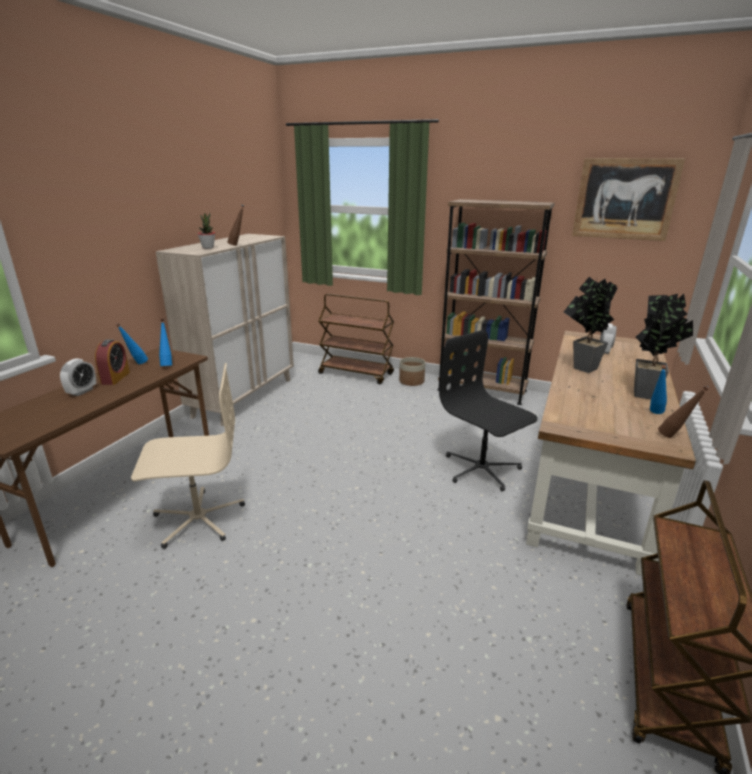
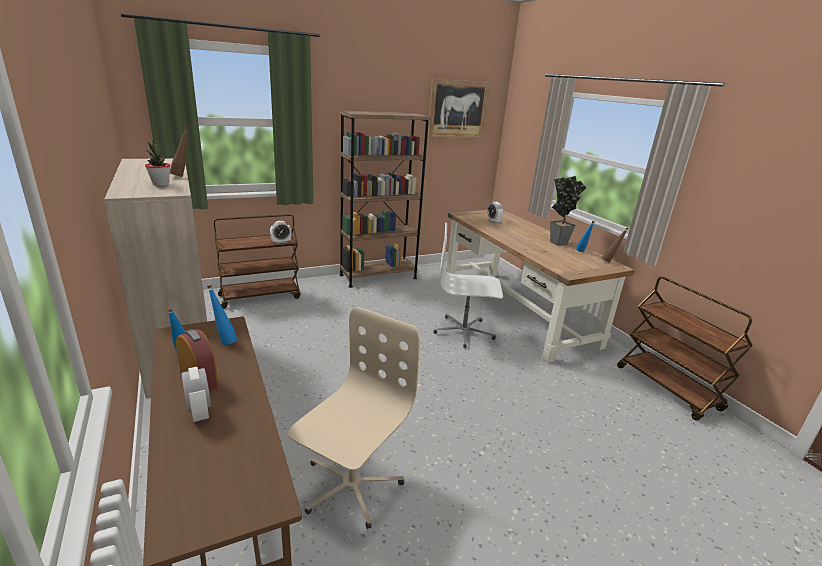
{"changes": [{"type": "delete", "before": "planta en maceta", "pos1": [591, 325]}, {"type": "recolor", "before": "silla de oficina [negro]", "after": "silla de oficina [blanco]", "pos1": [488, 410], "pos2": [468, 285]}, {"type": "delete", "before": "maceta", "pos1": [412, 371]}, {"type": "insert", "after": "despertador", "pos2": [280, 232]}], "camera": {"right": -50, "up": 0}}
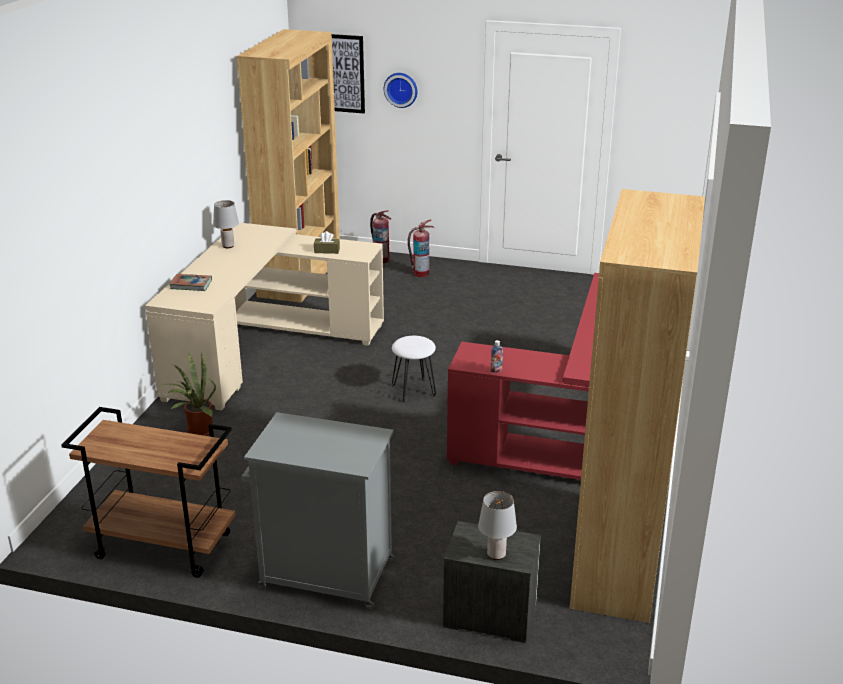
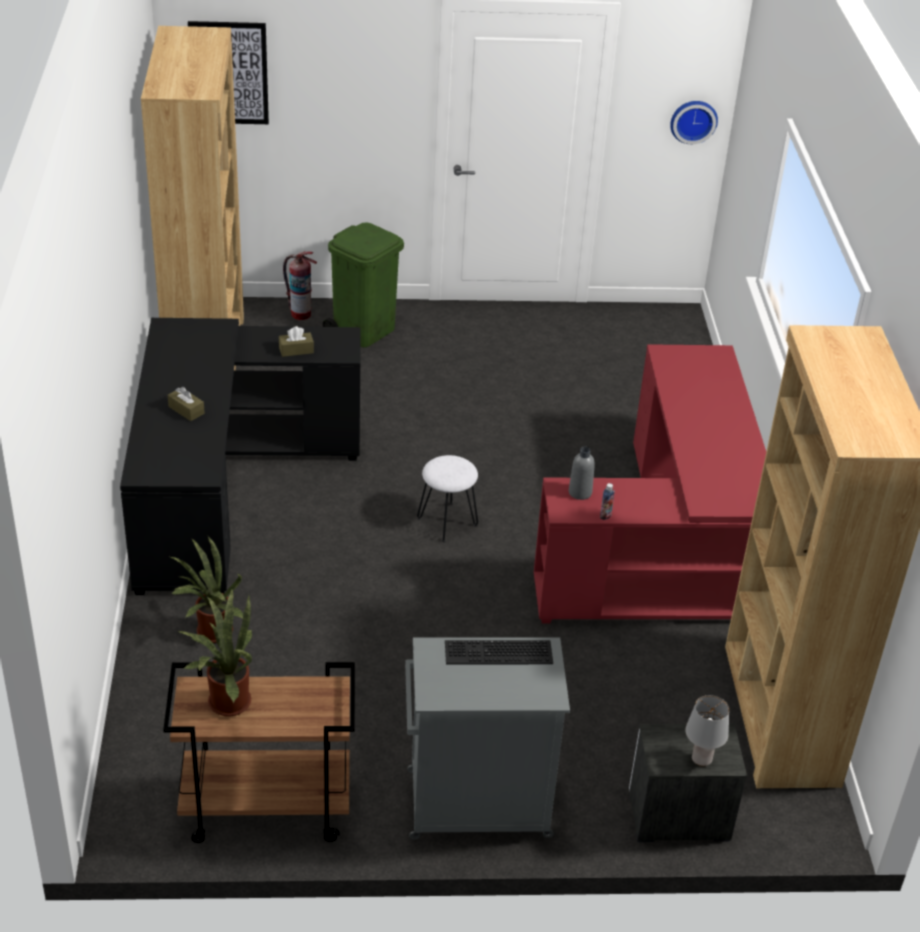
{"changes": [{"type": "move", "before": "reloj de pared", "pos1": [401, 90], "pos2": [694, 122]}, {"type": "delete", "before": "lámpara de mesa [gris]", "pos1": [226, 224]}, {"type": "replace", "before": "extintor", "after": "papelera [verde]", "pos1": [421, 248], "pos2": [363, 285]}, {"type": "recolor", "before": "escritorio [beis]", "after": "escritorio [negro]", "pos1": [264, 317], "pos2": [240, 456]}, {"type": "delete", "before": "libro", "pos1": [190, 282]}, {"type": "insert", "after": "caja de pañuelos [marrón]", "pos2": [186, 404]}, {"type": "insert", "after": "botella [gris]", "pos2": [582, 473]}, {"type": "insert", "after": "planta en maceta", "pos2": [214, 652]}, {"type": "insert", "after": "teclado", "pos2": [499, 652]}], "camera": {"right": -20, "up": 10}}
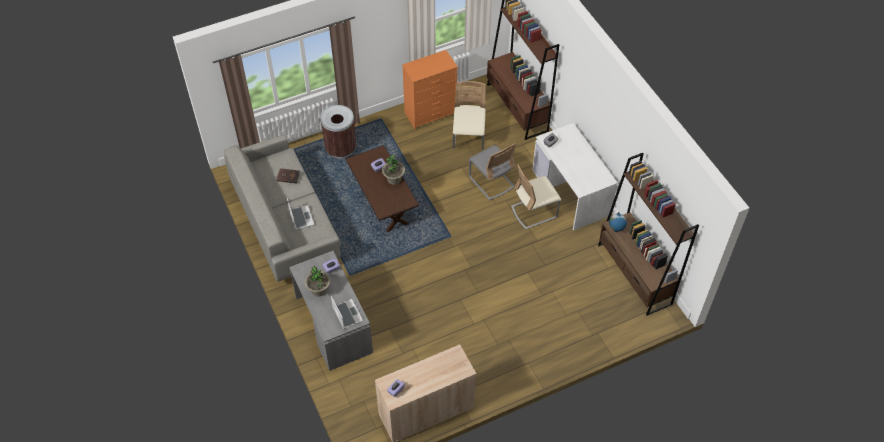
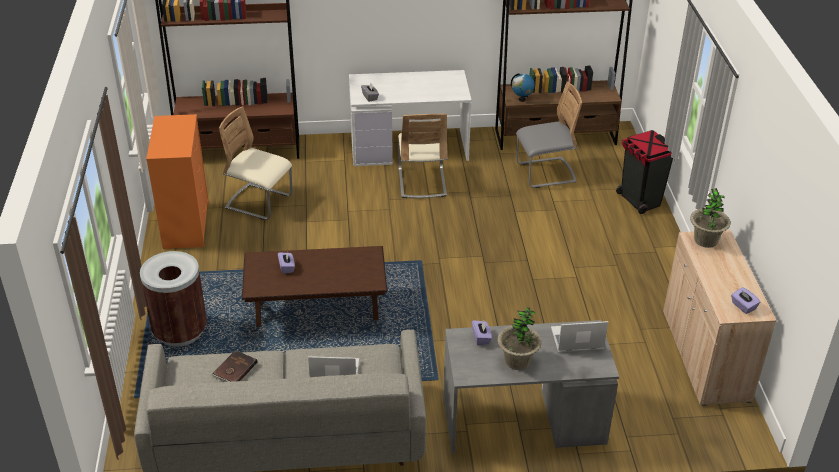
{"changes": [{"type": "move", "before": "silla [gris]", "pos1": [492, 171], "pos2": [549, 135]}, {"type": "move", "before": "planta en maceta", "pos1": [393, 169], "pos2": [710, 218]}, {"type": "insert", "after": "papelera [negro]", "pos2": [644, 172]}], "camera": {"right": -70, "up": -15}}
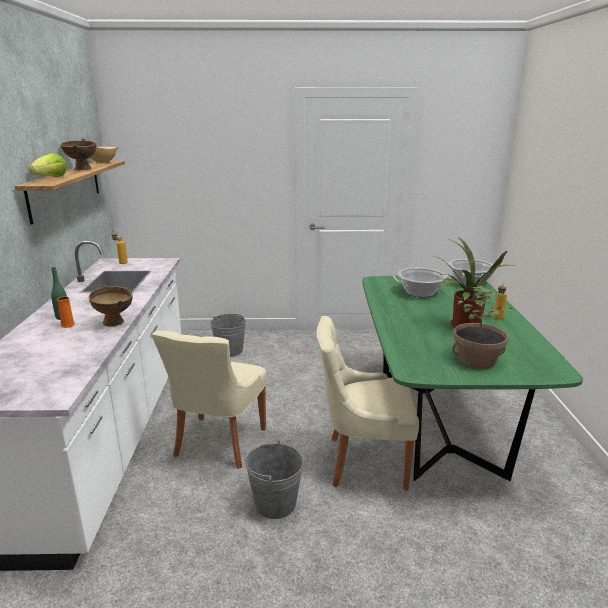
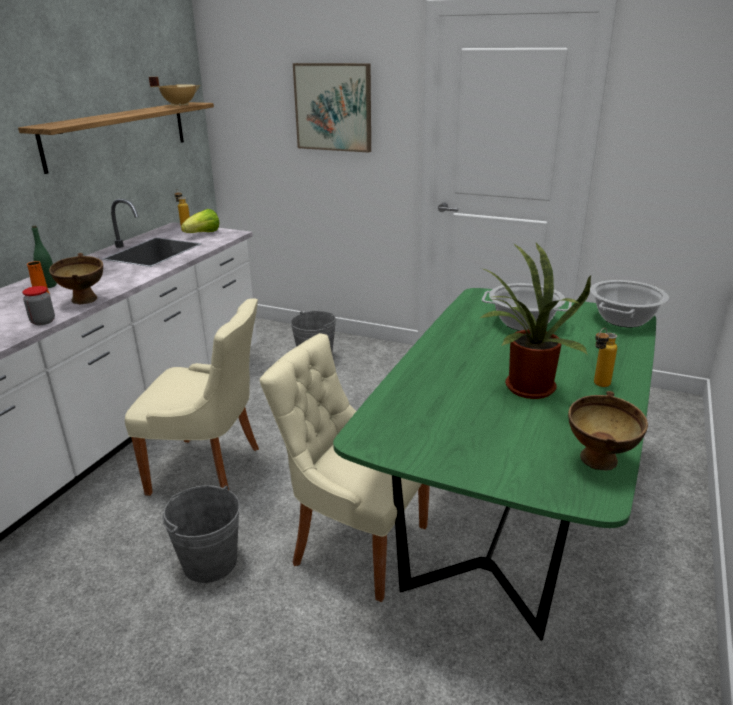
{"changes": [{"type": "move", "before": "cuenco [marrón]", "pos1": [78, 154], "pos2": [608, 431]}, {"type": "move", "before": "lechuga", "pos1": [48, 165], "pos2": [200, 221]}, {"type": "delete", "before": "planta en maceta", "pos1": [482, 327]}, {"type": "rotate", "before": "silla [beis]", "pos1": [209, 400], "pos2": [192, 397], "turn": -120}, {"type": "insert", "after": "cuadro", "pos2": [332, 108]}, {"type": "insert", "after": "tarro", "pos2": [38, 305]}], "camera": {"right": 25, "up": 5}}
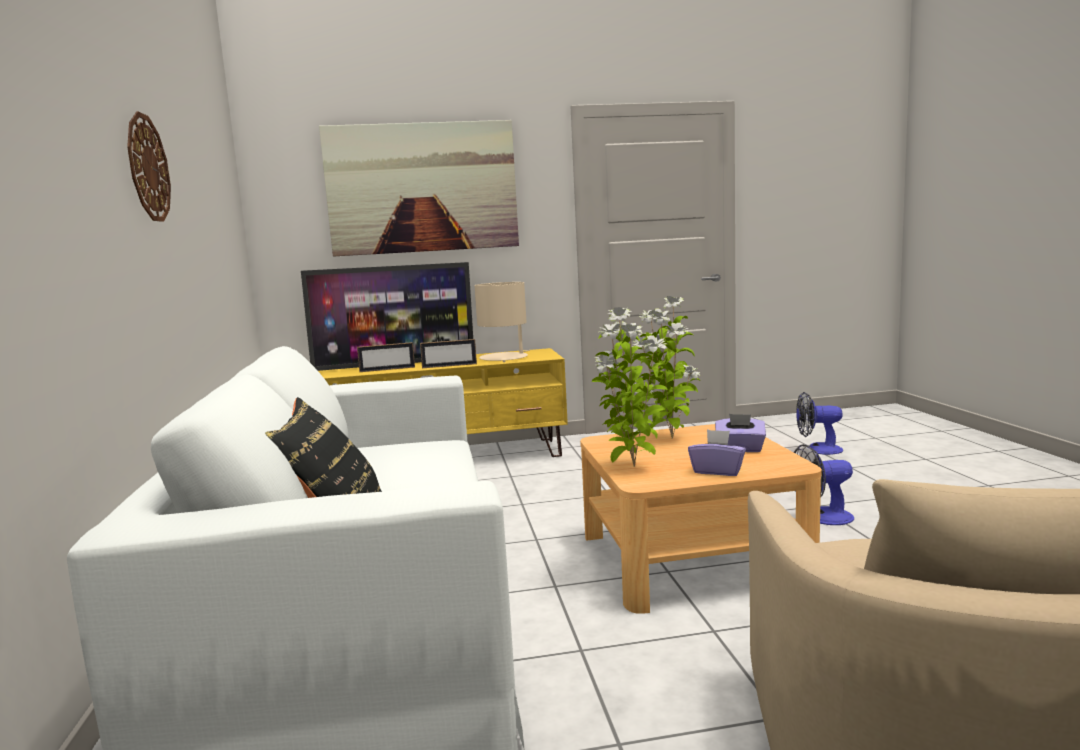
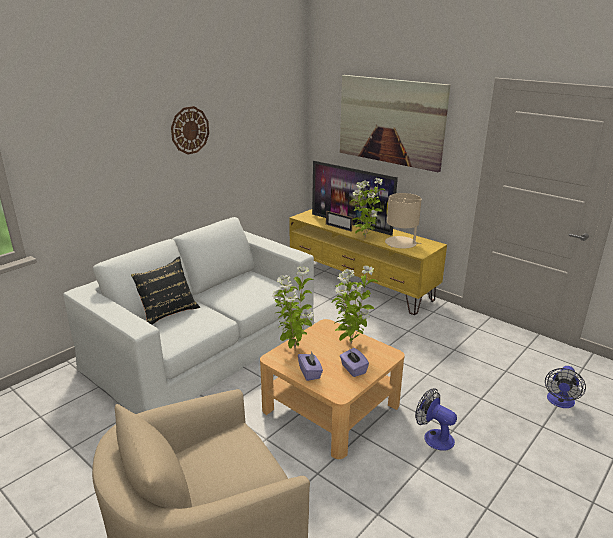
{"changes": [{"type": "replace", "before": "portarretratos", "after": "planta en maceta", "pos1": [448, 353], "pos2": [368, 208]}, {"type": "rotate", "before": "ventilador", "pos1": [819, 423], "pos2": [565, 387], "turn": -120}], "camera": {"right": 50, "up": 15}}
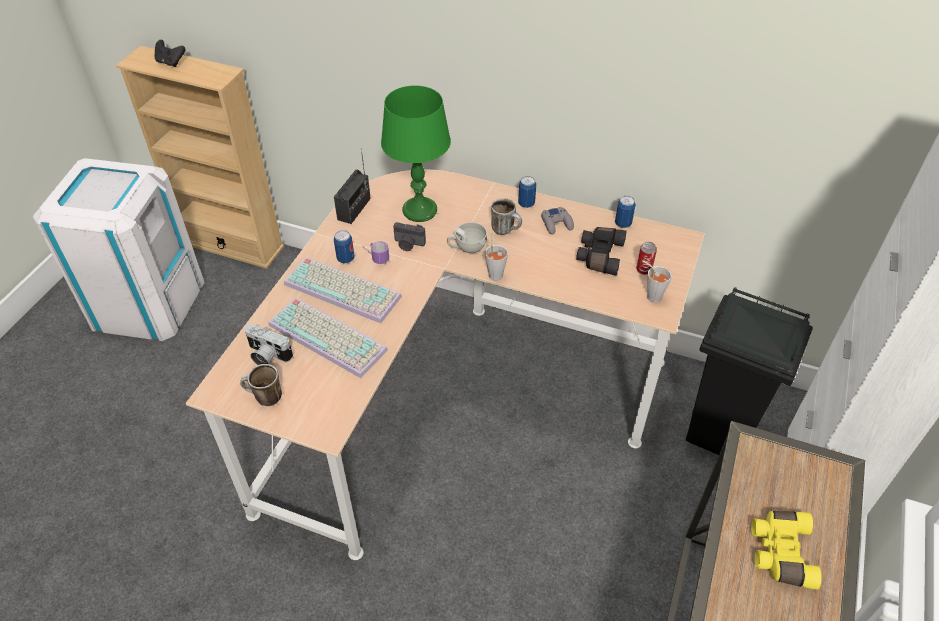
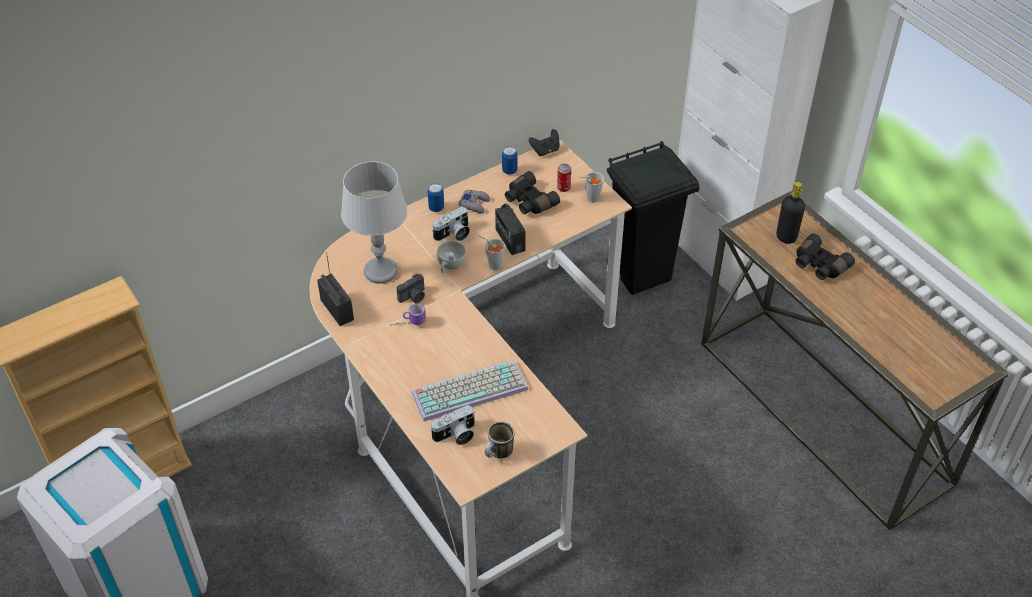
{"changes": [{"type": "move", "before": "mando de consola [negro]", "pos1": [170, 53], "pos2": [544, 142]}, {"type": "recolor", "before": "lámpara de mesa [verde]", "after": "lámpara de mesa [gris]", "pos1": [416, 153], "pos2": [374, 223]}, {"type": "replace", "before": "taza grande", "after": "cámara", "pos1": [506, 216], "pos2": [451, 223]}, {"type": "delete", "before": "lata", "pos1": [344, 246]}, {"type": "delete", "before": "teclado", "pos1": [343, 290]}, {"type": "recolor", "before": "prismáticos [amarillo]", "after": "prismáticos [negro]", "pos1": [786, 550], "pos2": [825, 256]}, {"type": "insert", "after": "botella [negro]", "pos2": [790, 213]}, {"type": "insert", "after": "radio", "pos2": [510, 229]}], "camera": {"right": -55, "up": 0}}
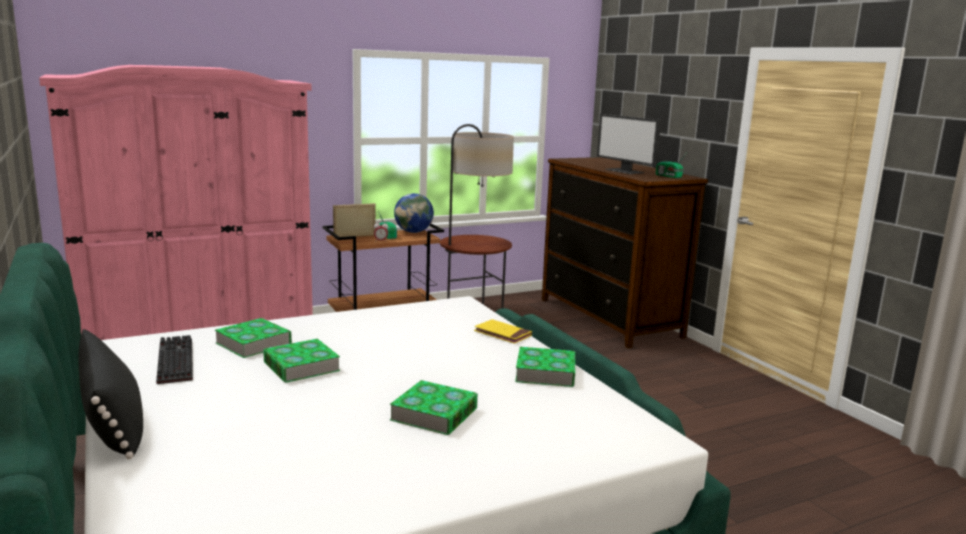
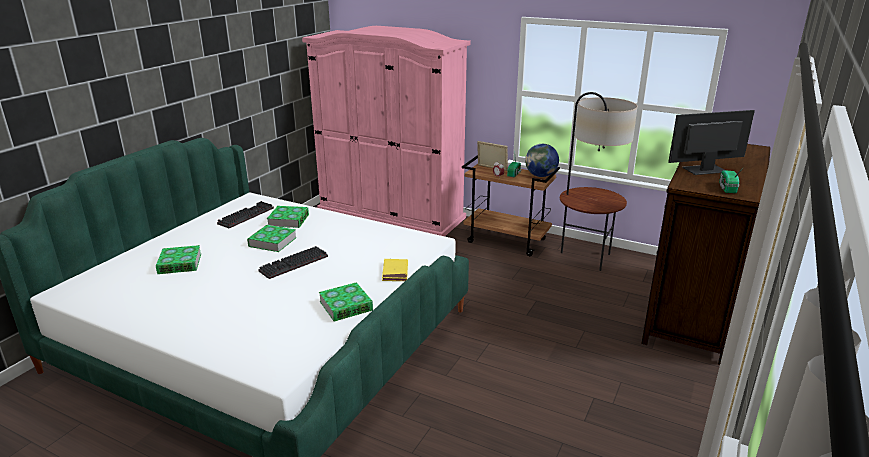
{"changes": [{"type": "rotate", "before": "monitor", "pos1": [629, 144], "pos2": [711, 142], "turn": 60}, {"type": "delete", "before": "cojín [negro]", "pos1": [111, 394]}, {"type": "move", "before": "libro", "pos1": [434, 407], "pos2": [178, 259]}, {"type": "insert", "after": "teclado", "pos2": [293, 262]}], "camera": {"right": 55, "up": 10}}
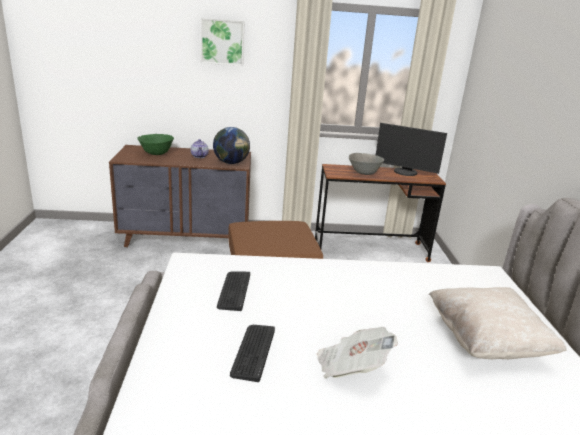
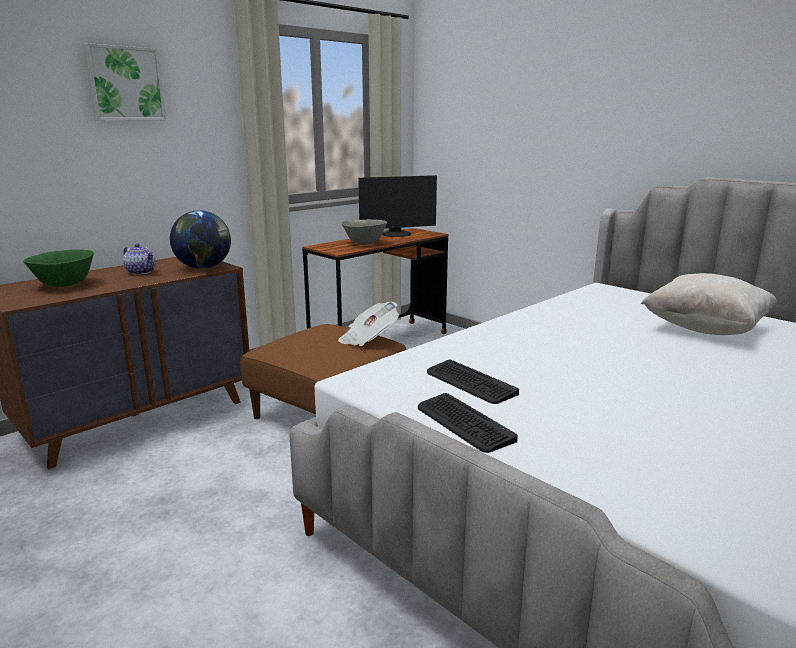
{"changes": [{"type": "move", "before": "teclado", "pos1": [252, 353], "pos2": [468, 423]}, {"type": "move", "before": "periódico", "pos1": [357, 352], "pos2": [368, 324]}], "camera": {"right": -40, "up": -5}}
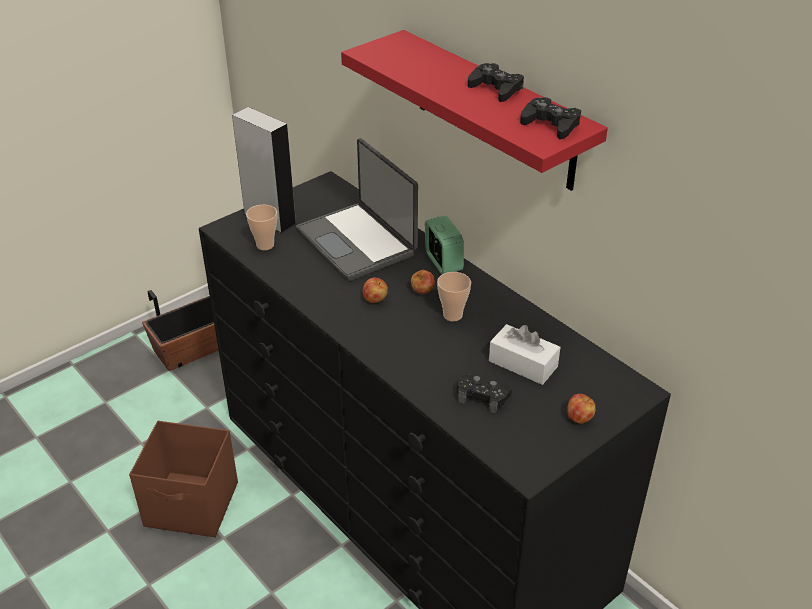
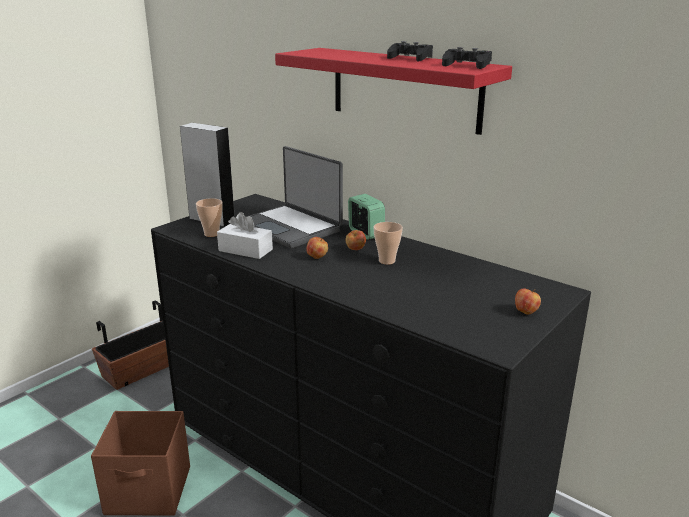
{"changes": [{"type": "move", "before": "caja de pañuelos [blanco]", "pos1": [525, 354], "pos2": [245, 235]}, {"type": "delete", "before": "mando de consola [negro]", "pos1": [484, 393]}], "camera": {"right": -10, "up": -15}}
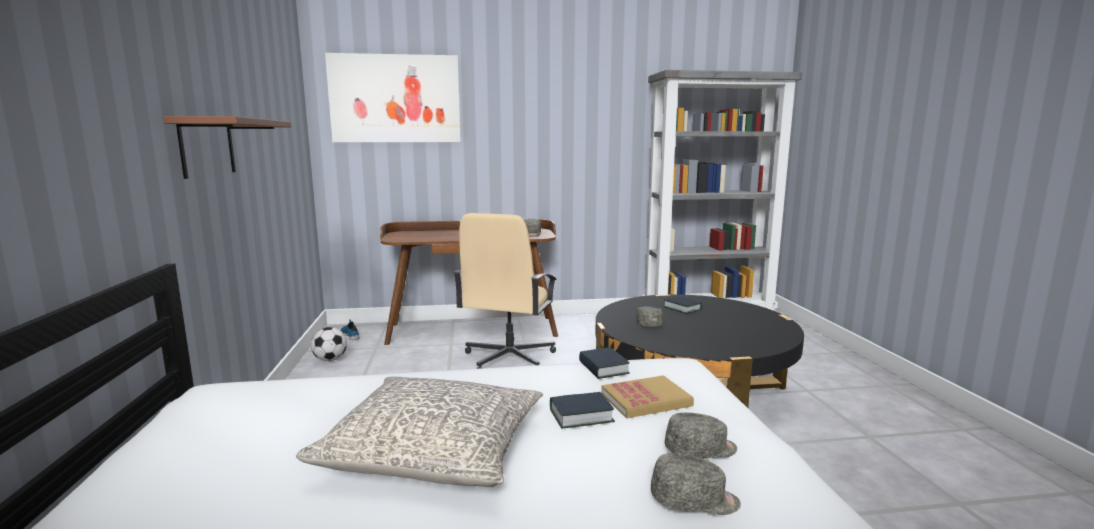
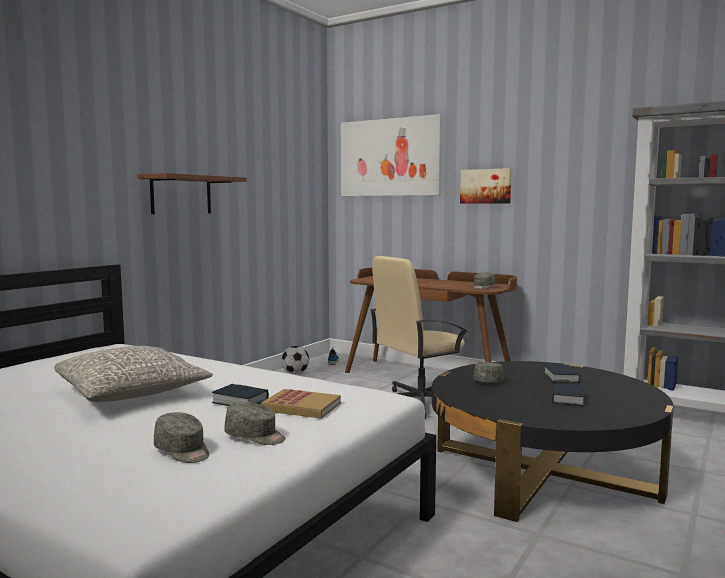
{"changes": [{"type": "move", "before": "libro", "pos1": [604, 363], "pos2": [569, 395]}, {"type": "insert", "after": "cuadro", "pos2": [485, 186]}], "camera": {"right": 40, "up": -5}}
